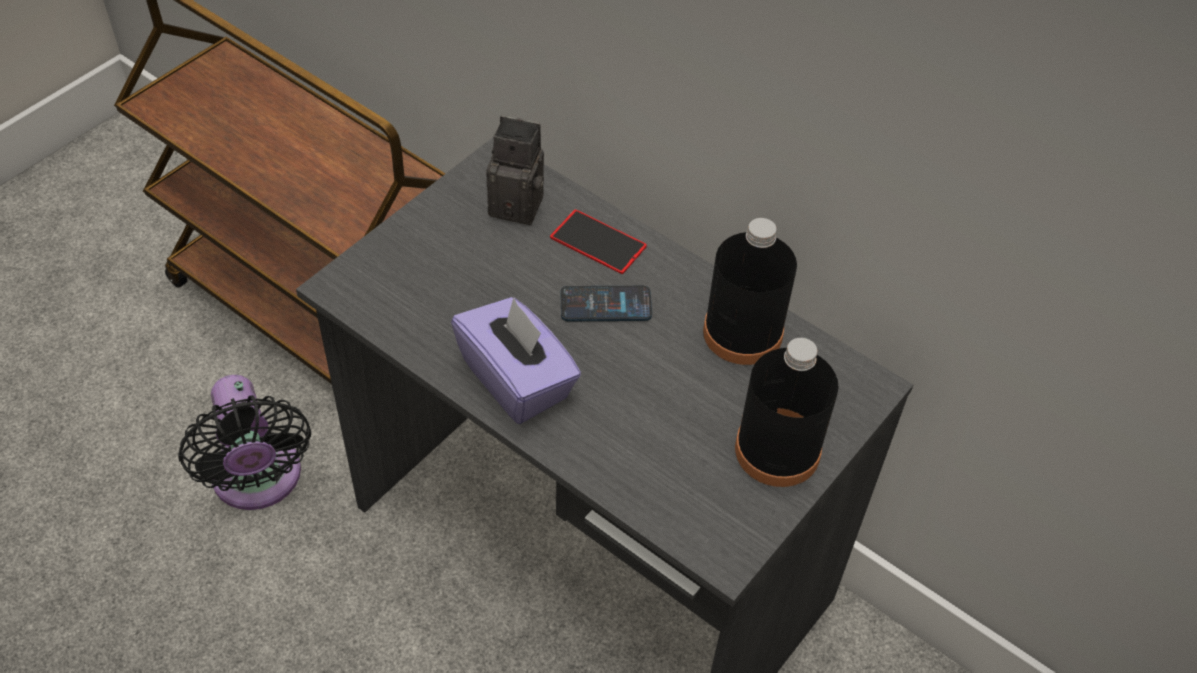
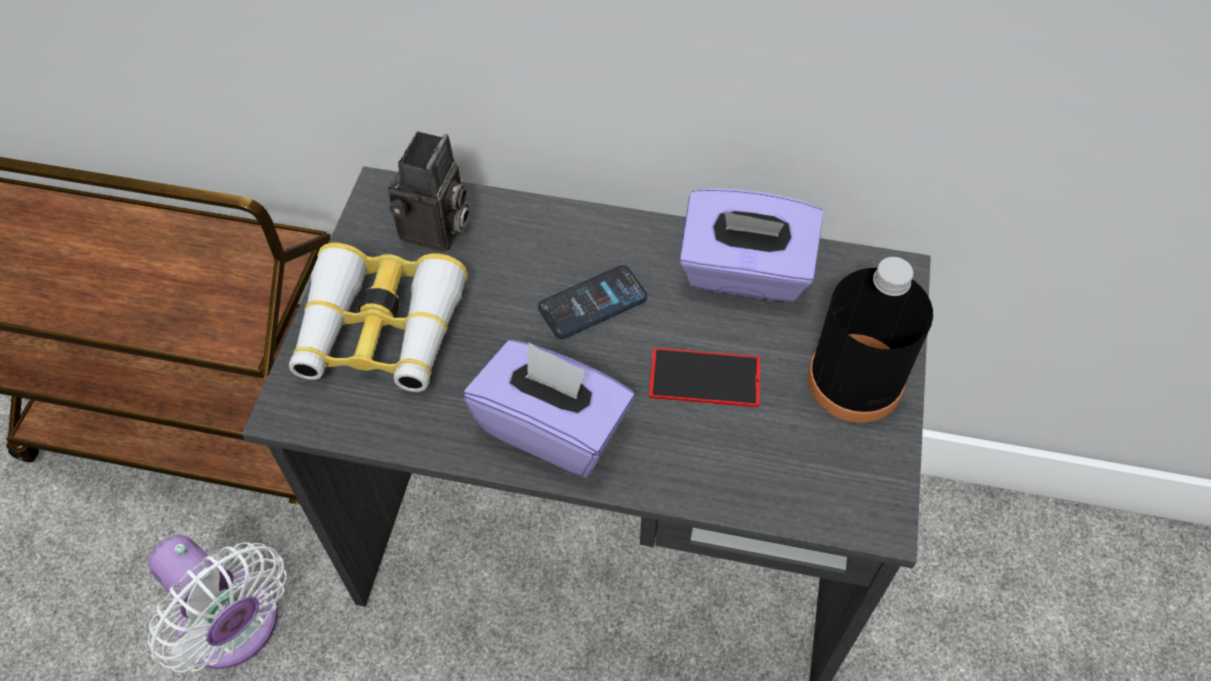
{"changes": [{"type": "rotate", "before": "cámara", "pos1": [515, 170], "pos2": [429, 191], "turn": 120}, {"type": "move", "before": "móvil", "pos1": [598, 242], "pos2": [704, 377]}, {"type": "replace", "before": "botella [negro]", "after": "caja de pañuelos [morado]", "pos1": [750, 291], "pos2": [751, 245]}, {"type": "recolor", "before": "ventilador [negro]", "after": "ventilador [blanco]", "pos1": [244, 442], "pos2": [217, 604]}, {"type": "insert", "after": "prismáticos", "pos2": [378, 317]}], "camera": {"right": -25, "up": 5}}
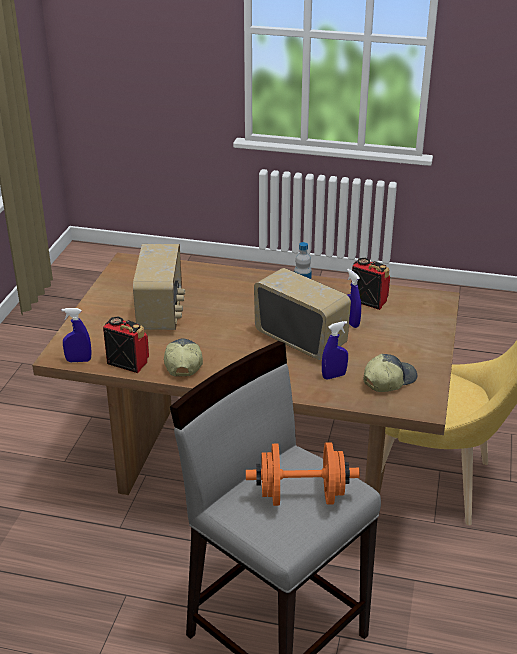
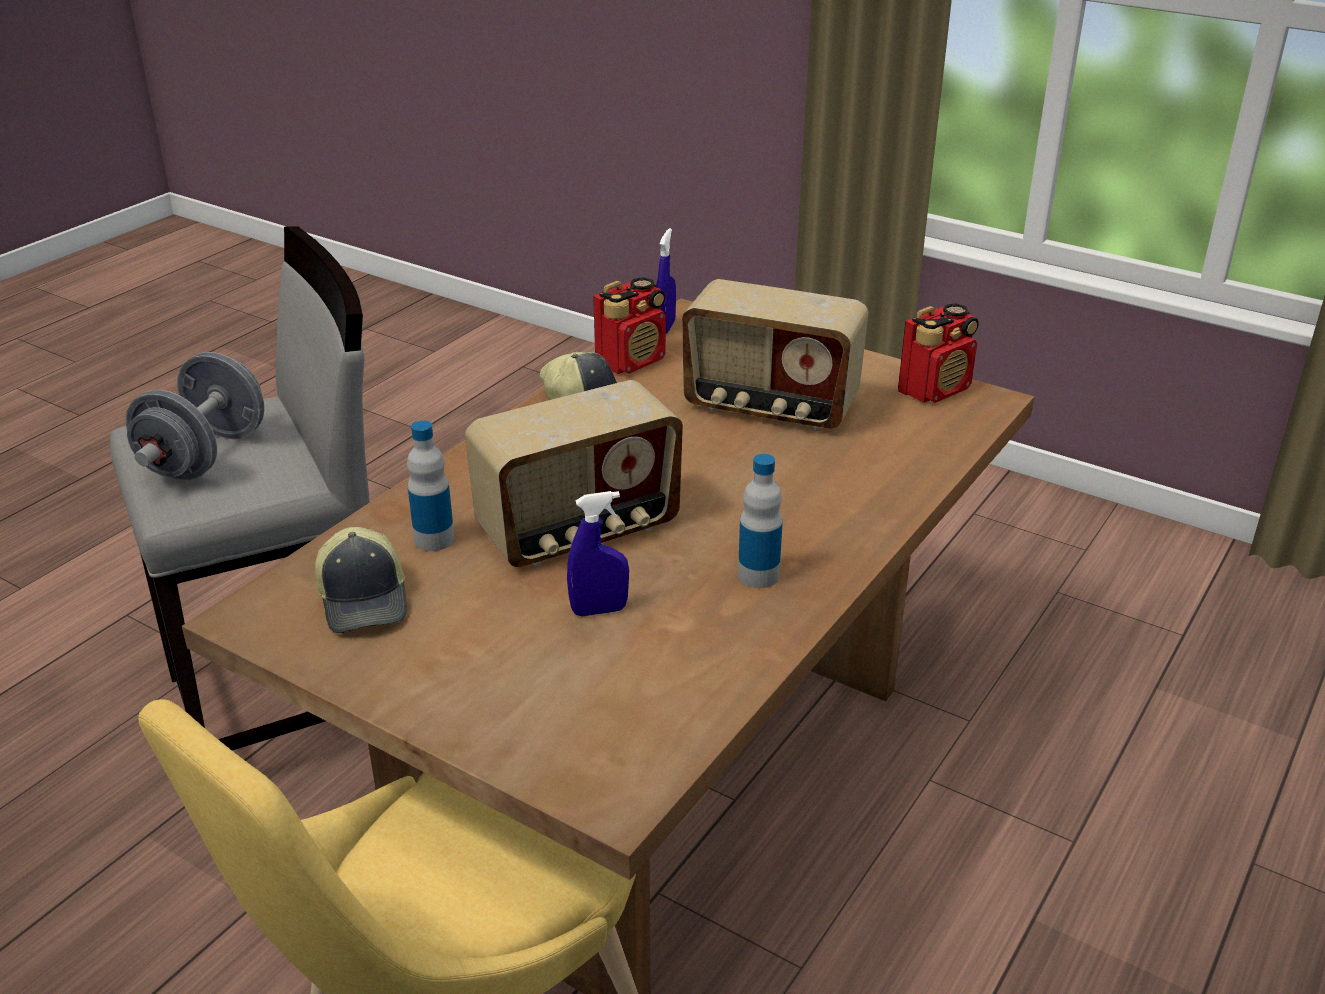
{"changes": [{"type": "move", "before": "radio", "pos1": [370, 284], "pos2": [938, 353]}, {"type": "replace", "before": "pulverizador [azul]", "after": "botella", "pos1": [335, 350], "pos2": [430, 485]}, {"type": "recolor", "before": "mancuerna [naranja]", "after": "mancuerna [gris]", "pos1": [303, 474], "pos2": [195, 416]}], "camera": {"right": 110, "up": 0}}
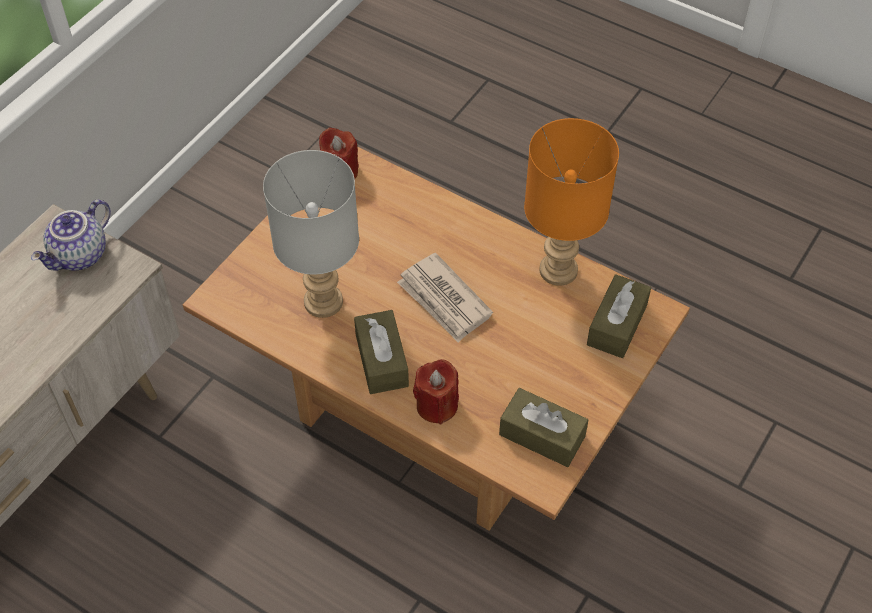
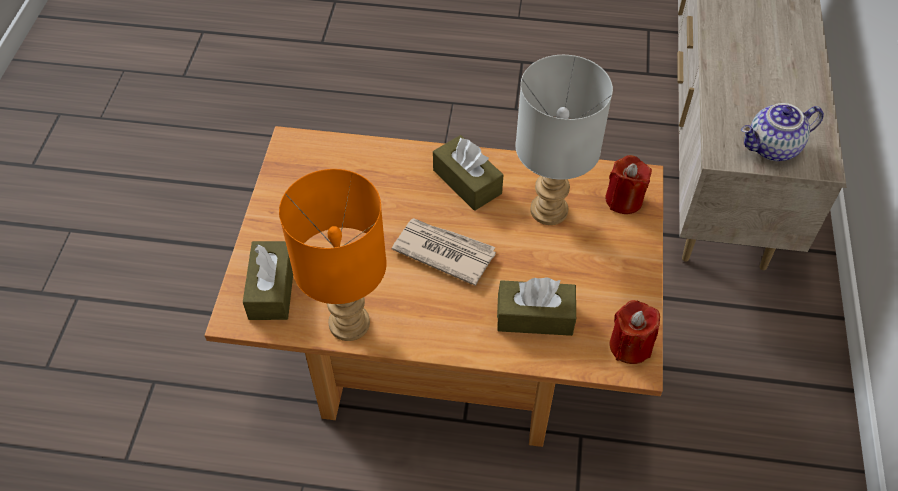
{"changes": [{"type": "rotate", "before": "tetera", "pos1": [71, 235], "pos2": [782, 132], "turn": -120}, {"type": "move", "before": "vela [rojo]", "pos1": [436, 392], "pos2": [628, 184]}, {"type": "move", "before": "caja de pañuelos [marrón]", "pos1": [543, 427], "pos2": [536, 306]}], "camera": {"right": 155, "up": 0}}
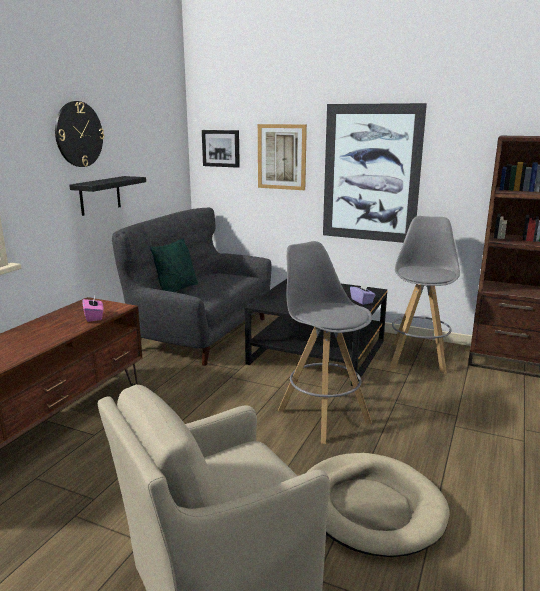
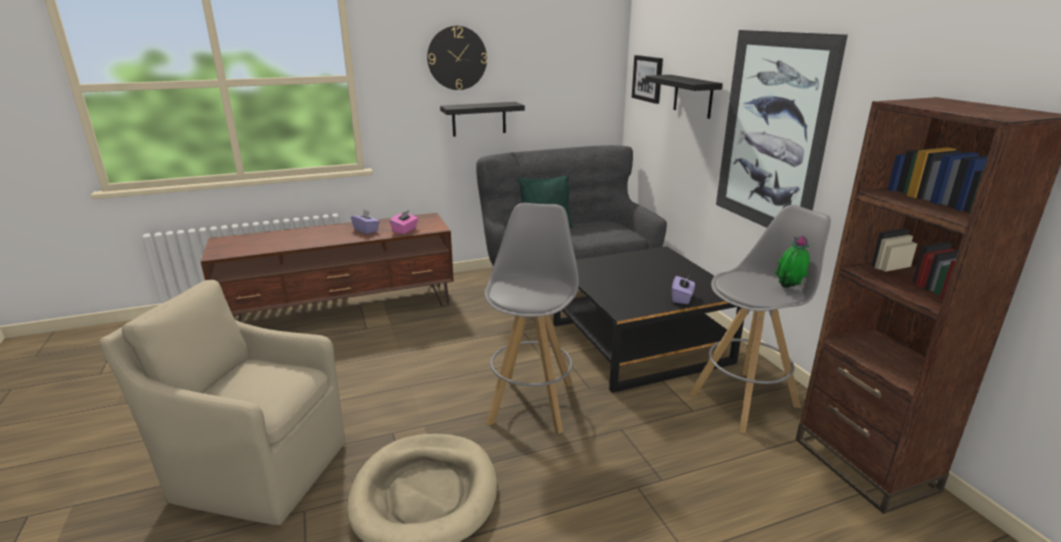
{"changes": [{"type": "replace", "before": "cuadro", "after": "estante [negro]", "pos1": [282, 157], "pos2": [684, 97]}, {"type": "insert", "after": "caja de pañuelos [morado]", "pos2": [365, 222]}, {"type": "insert", "after": "planta en maceta", "pos2": [792, 261]}], "camera": {"right": 45, "up": 5}}
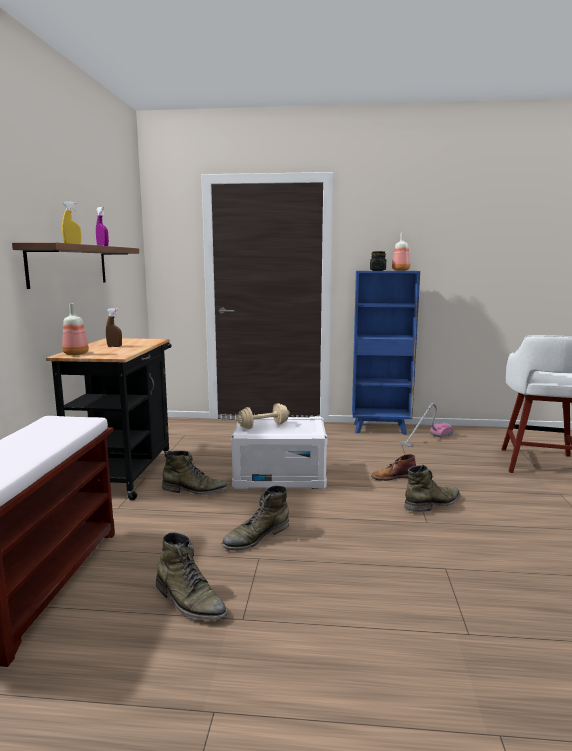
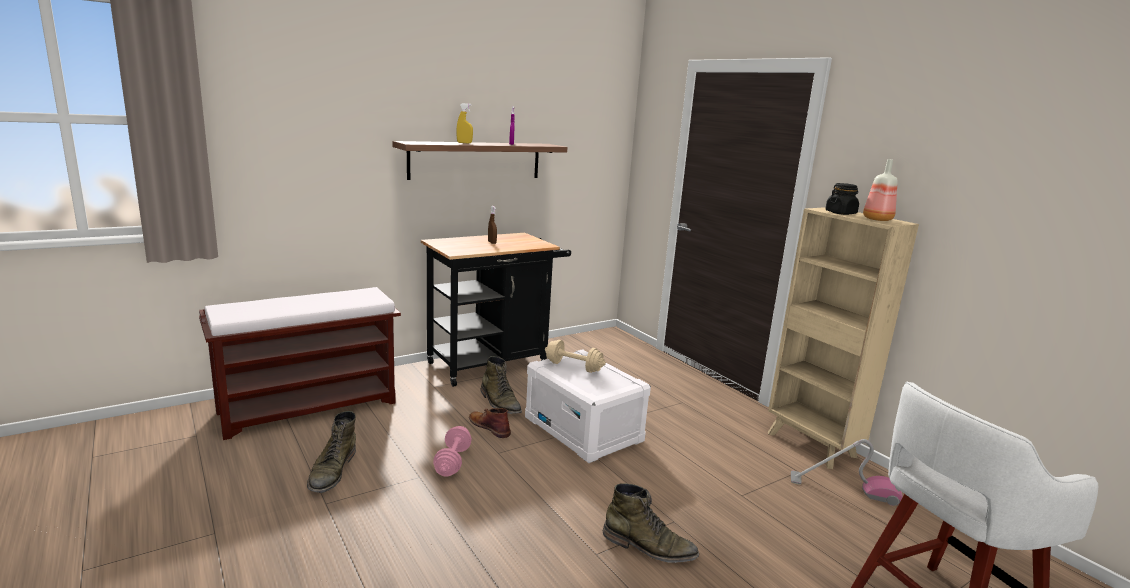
{"changes": [{"type": "recolor", "before": "estantería [azul]", "after": "estantería [beis]", "pos1": [386, 353], "pos2": [843, 338]}, {"type": "delete", "before": "botella", "pos1": [75, 329]}, {"type": "move", "before": "bota [marrón]", "pos1": [393, 467], "pos2": [490, 423]}, {"type": "replace", "before": "bota [verde]", "after": "mancuerna [rosa]", "pos1": [255, 518], "pos2": [452, 451]}], "camera": {"right": 50, "up": 5}}
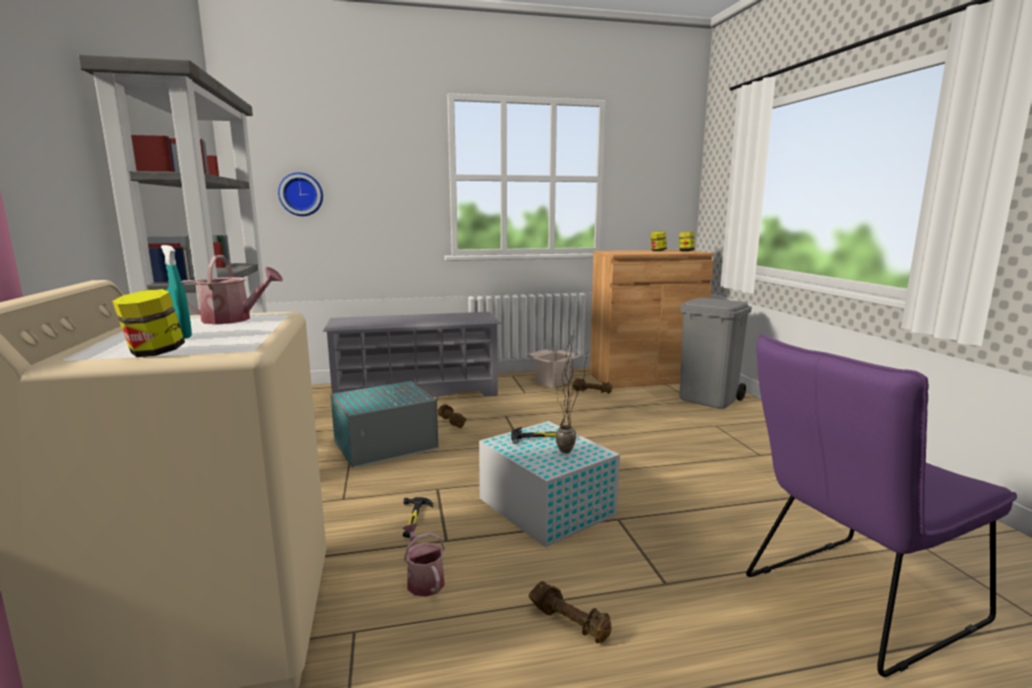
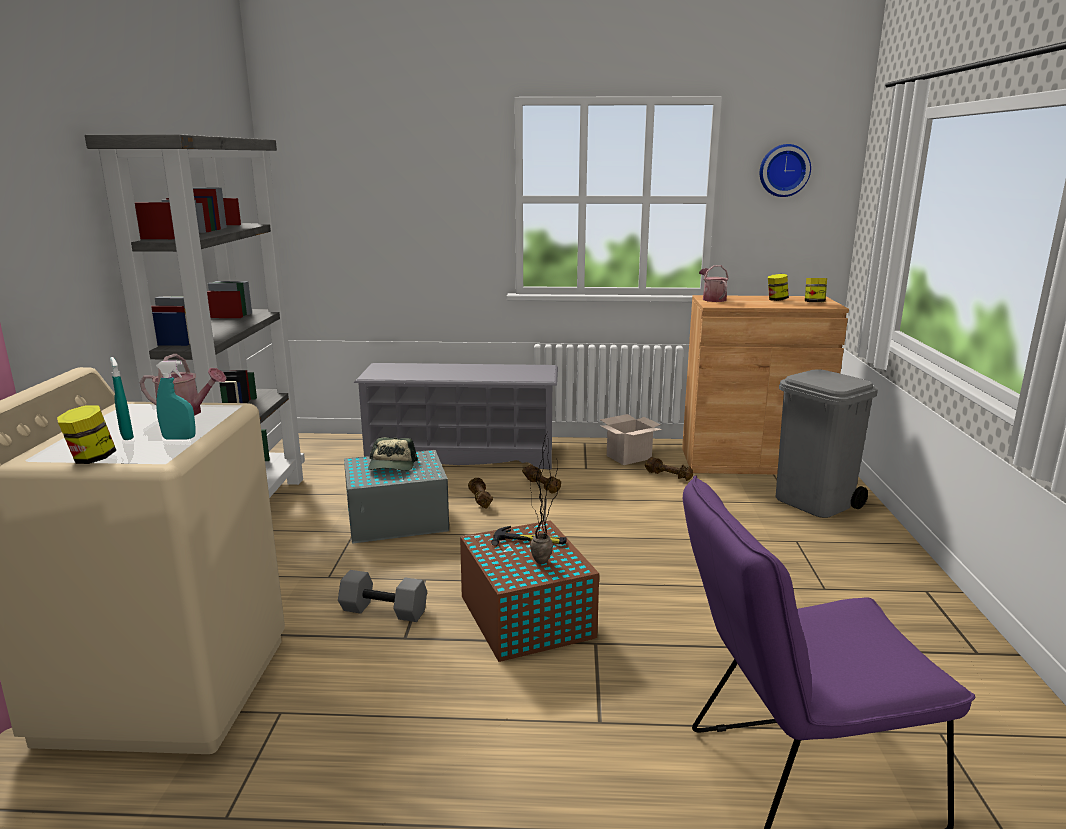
{"changes": [{"type": "move", "before": "reloj de pared", "pos1": [300, 194], "pos2": [785, 170]}, {"type": "recolor", "before": "caja de almacenaje [blanco]", "after": "caja de almacenaje [marrón]", "pos1": [549, 484], "pos2": [529, 591]}, {"type": "replace", "before": "martillo", "after": "mancuerna [gris]", "pos1": [418, 517], "pos2": [382, 596]}, {"type": "move", "before": "regadera", "pos1": [423, 560], "pos2": [714, 283]}, {"type": "move", "before": "mancuerna [marrón]", "pos1": [569, 612], "pos2": [541, 479]}, {"type": "insert", "after": "pulverizador [turquesa]", "pos2": [175, 400]}, {"type": "insert", "after": "gorra", "pos2": [393, 454]}], "camera": {"right": 15, "up": 5}}
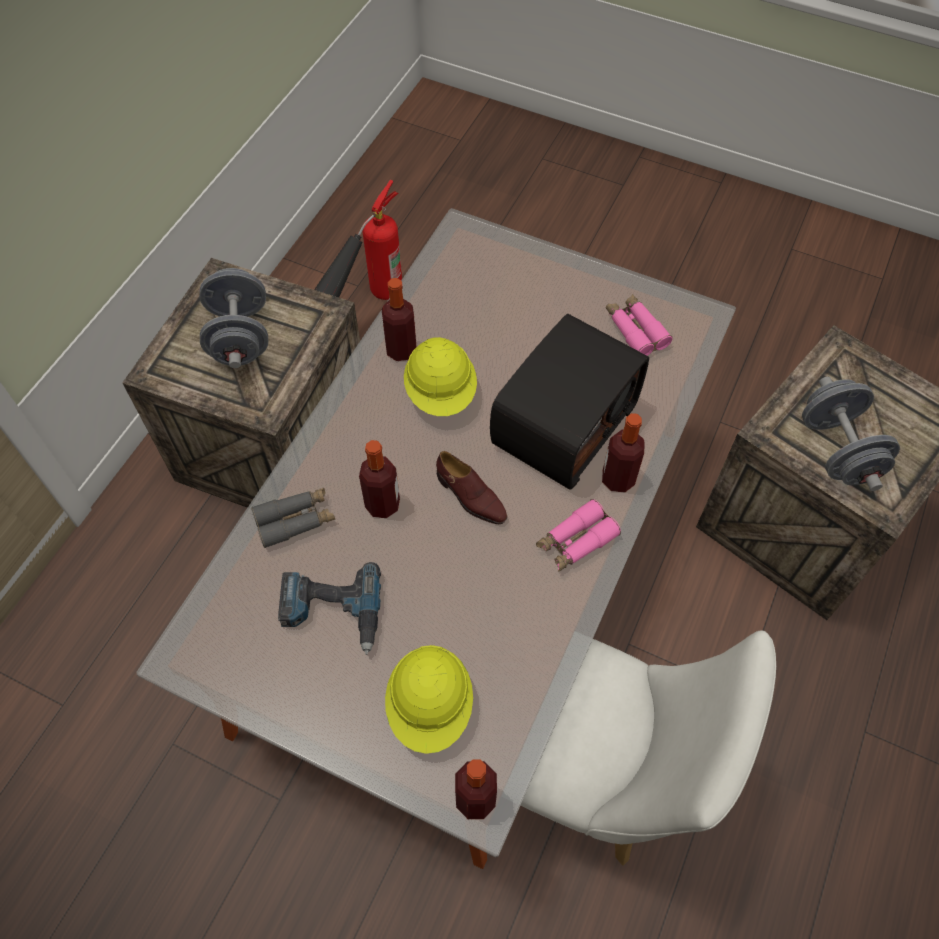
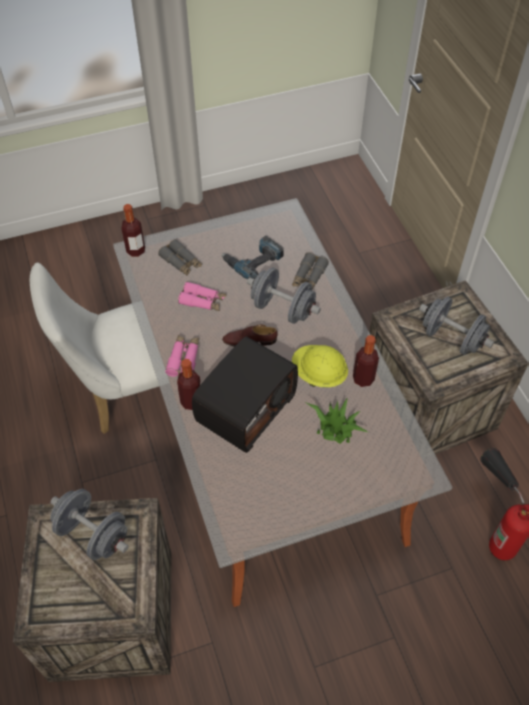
{"changes": [{"type": "move", "before": "prismáticos [rosa]", "pos1": [639, 325], "pos2": [202, 296]}, {"type": "rotate", "before": "radio", "pos1": [569, 402], "pos2": [245, 394], "turn": -135}, {"type": "replace", "before": "botella", "after": "mancuerna [gris]", "pos1": [379, 479], "pos2": [284, 295]}, {"type": "replace", "before": "casco [amarillo]", "after": "prismáticos [gris]", "pos1": [429, 699], "pos2": [180, 257]}, {"type": "insert", "after": "planta en maceta", "pos2": [337, 420]}], "camera": {"right": 135, "up": -5}}
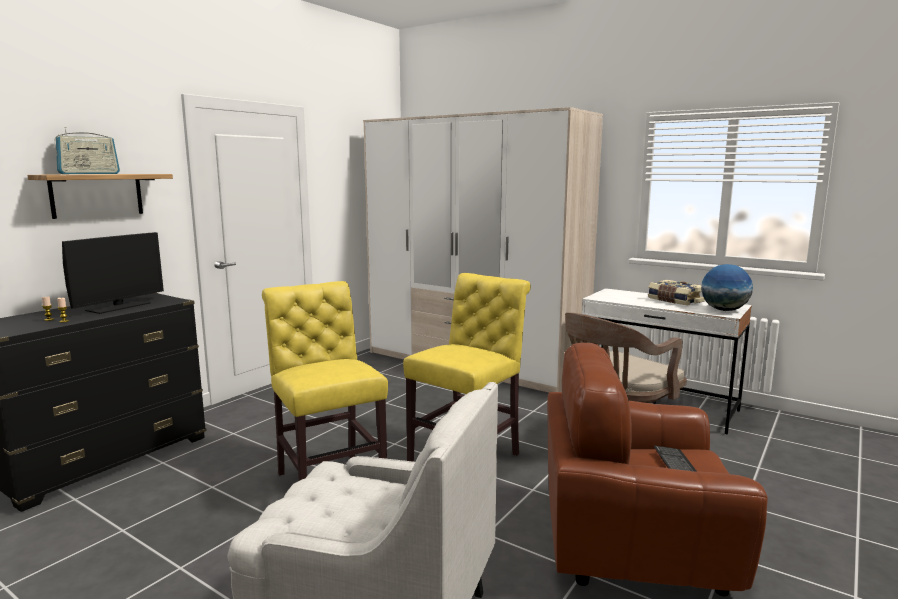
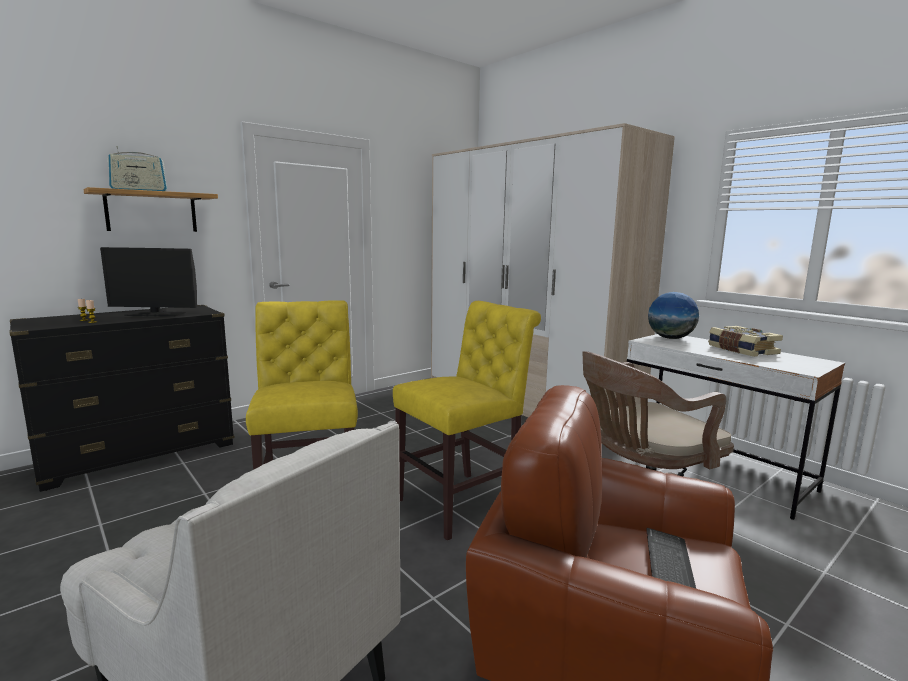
{"changes": [{"type": "rotate", "before": "monitor", "pos1": [113, 273], "pos2": [148, 282], "turn": 45}, {"type": "move", "before": "globo terráqueo", "pos1": [727, 287], "pos2": [673, 315]}], "camera": {"right": 15, "up": 0}}
